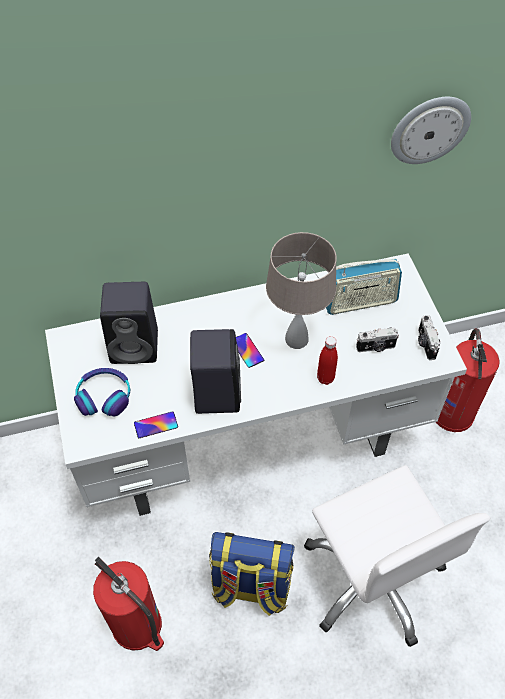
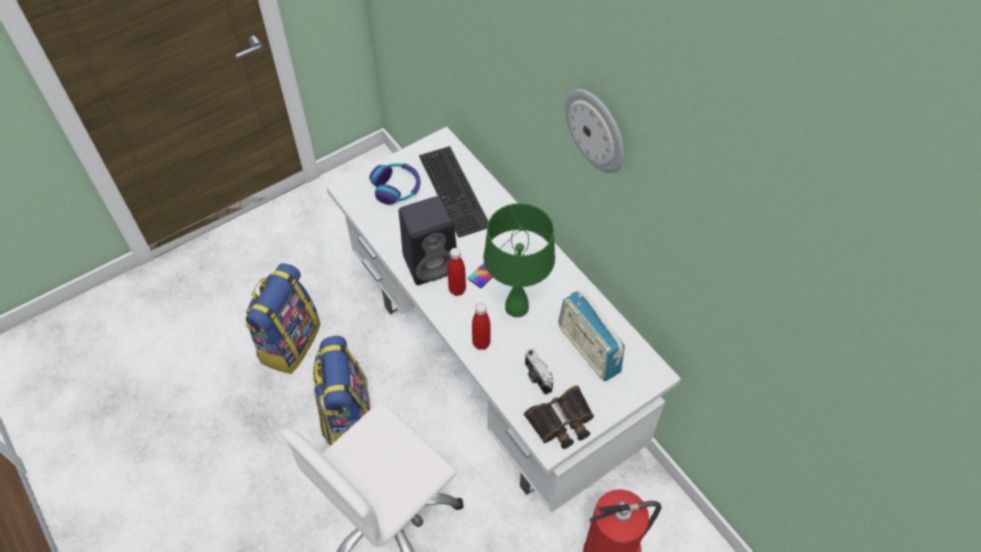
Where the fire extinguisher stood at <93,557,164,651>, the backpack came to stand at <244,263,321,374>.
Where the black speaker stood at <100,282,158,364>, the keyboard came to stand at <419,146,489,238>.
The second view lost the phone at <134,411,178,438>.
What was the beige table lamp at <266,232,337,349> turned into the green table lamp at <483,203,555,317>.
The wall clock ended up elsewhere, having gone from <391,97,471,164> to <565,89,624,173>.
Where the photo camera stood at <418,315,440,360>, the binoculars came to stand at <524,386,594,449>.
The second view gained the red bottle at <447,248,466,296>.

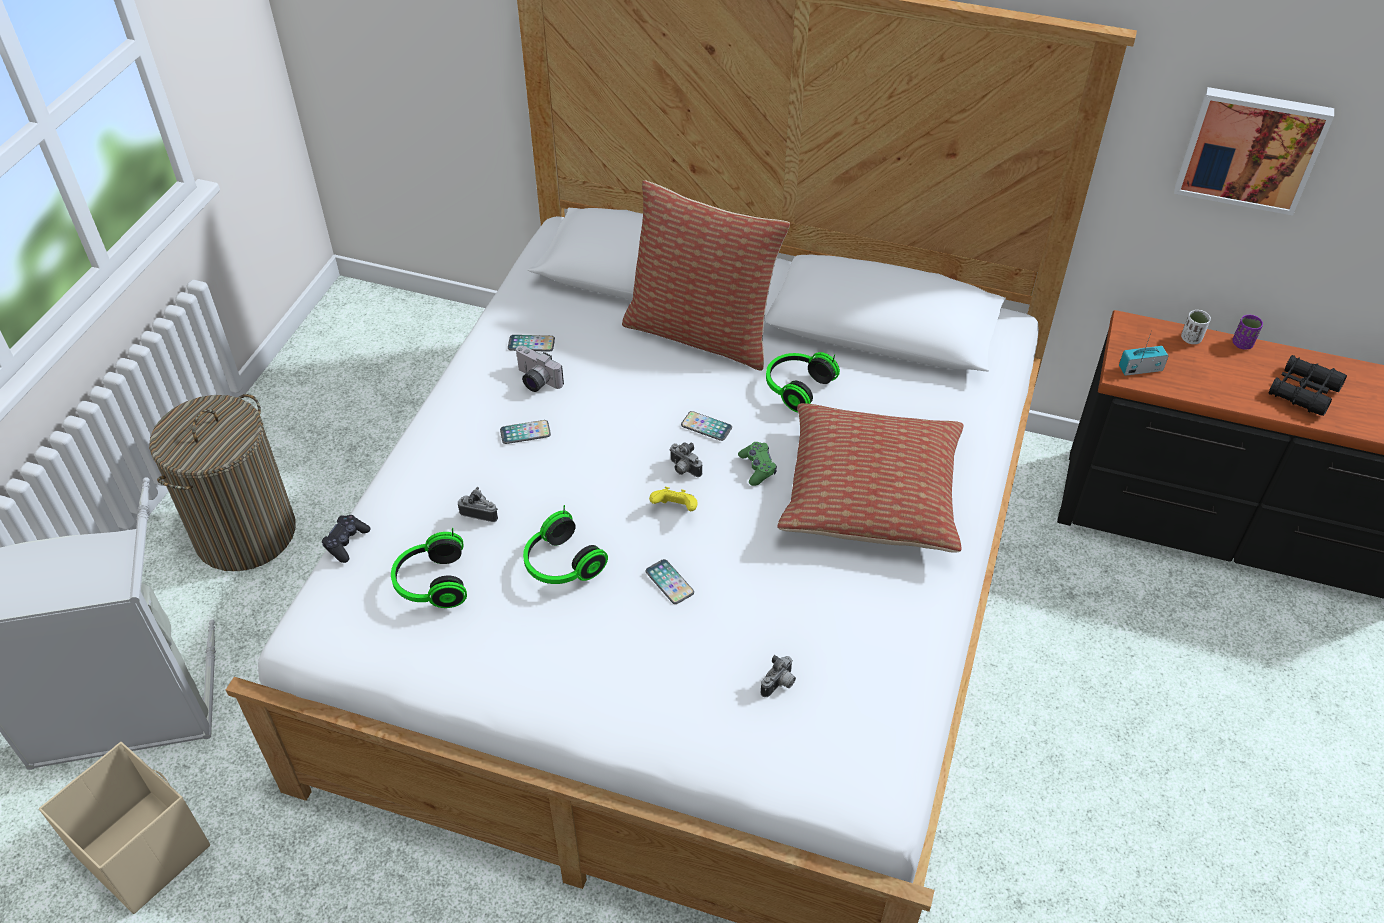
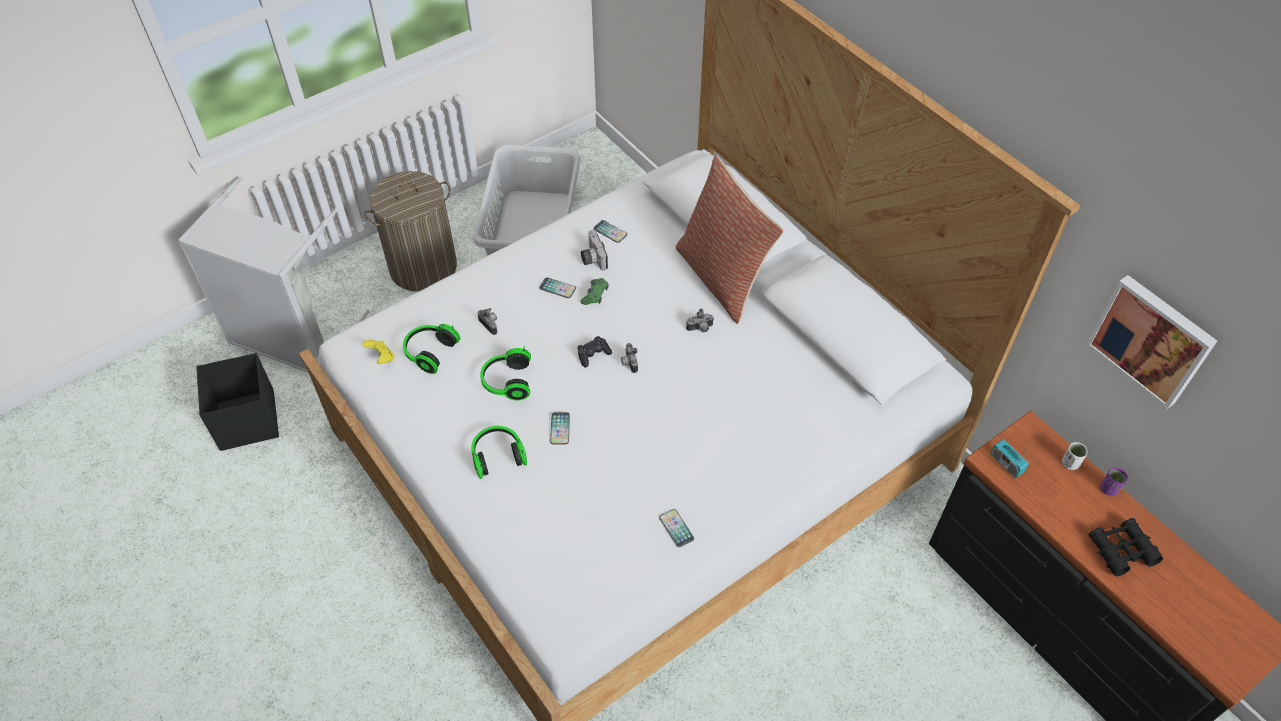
What was the beige storage box at <39,742,210,914> turned into the black storage box at <196,353,279,451>.
The black game controller ended up elsewhere, having gone from <322,515,371,563> to <578,336,612,367>.
The yellow game controller ended up elsewhere, having gone from <649,487,698,511> to <362,340,395,364>.
The phone ended up elsewhere, having gone from <681,411,732,441> to <659,509,694,547>.
The green game controller ended up elsewhere, having gone from <738,442,777,486> to <581,278,609,305>.
The photo camera ended up elsewhere, having gone from <761,655,796,697> to <686,308,714,332>.
The headphones ended up elsewhere, having gone from <766,352,840,412> to <471,426,527,479>.
The second view lost the pillow at <777,403,963,553>.
The radio at <1119,333,1169,376> ended up facing another way, 150 degrees counterclockwise from before.
The second view gained the grey laundry basket at <473,144,580,256>.

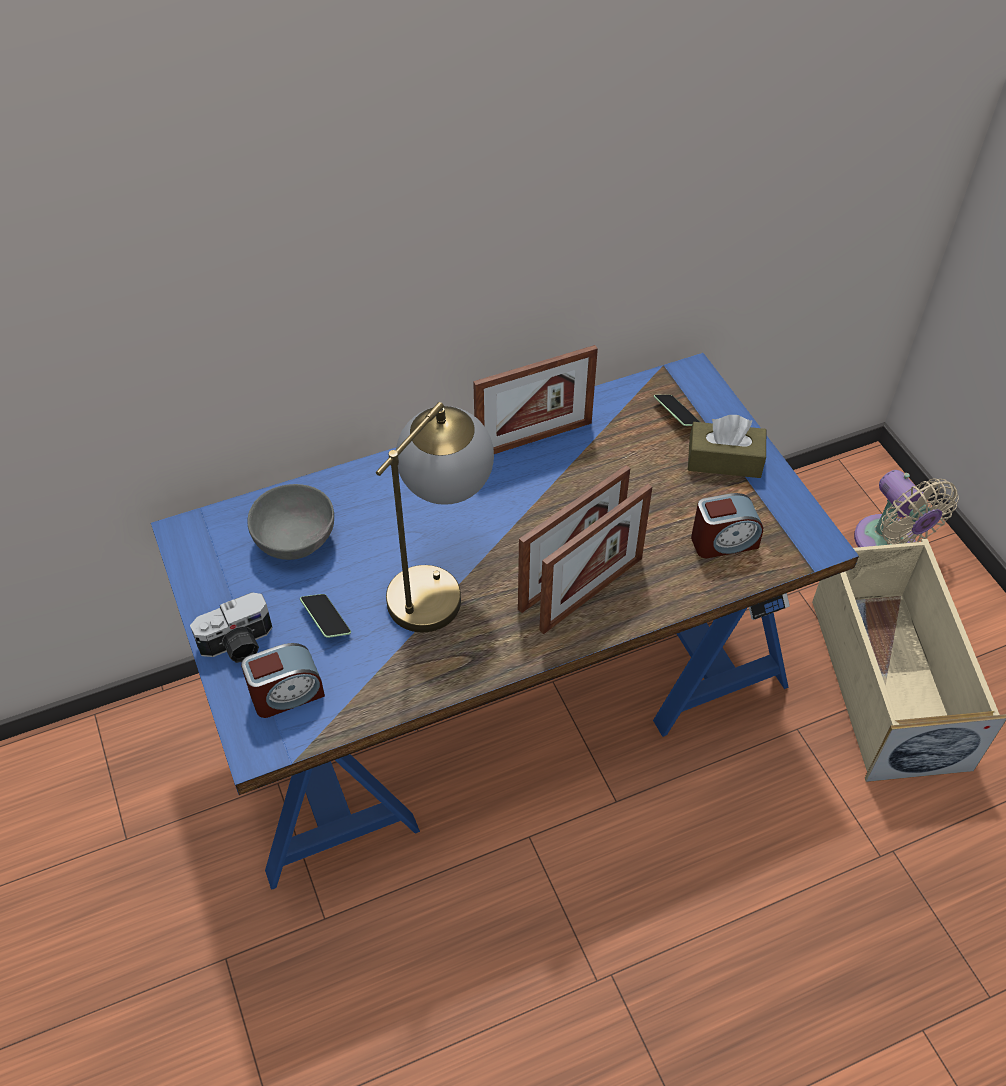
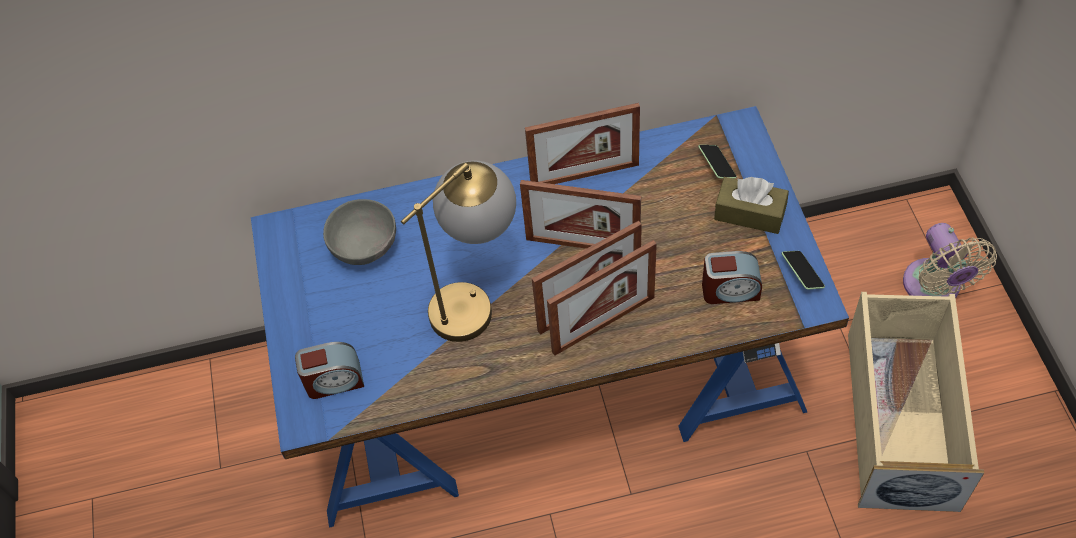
The second view lost the photo camera at <190,592,273,663>.
The phone ended up elsewhere, having gone from <300,594,351,638> to <782,251,825,289>.
The second view gained the picture frame at <520,180,641,249>.

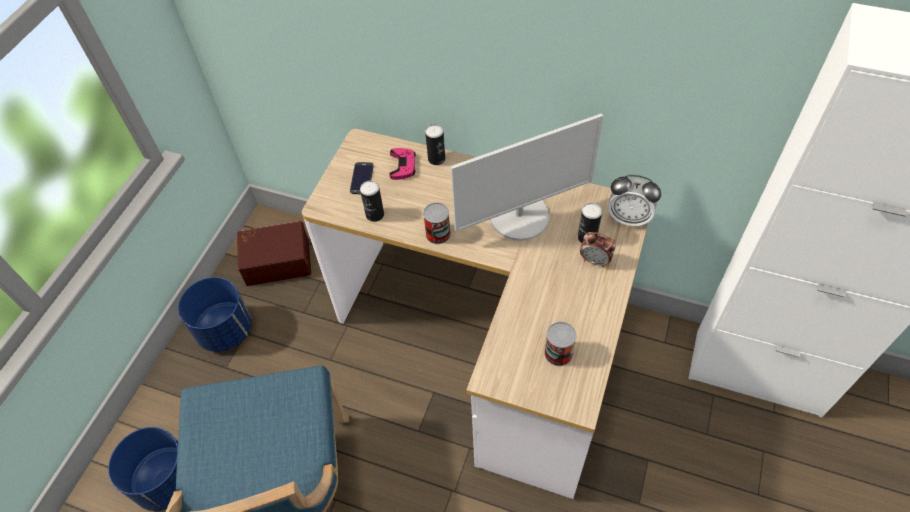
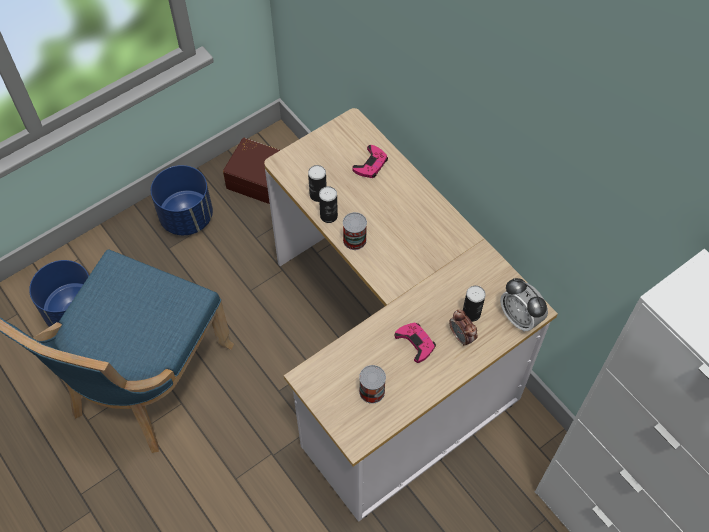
The second view lost the phone at <350,162,374,194>.
The can ended up elsewhere, having gone from <425,124,445,165> to <319,186,338,223>.
The second view lost the monitor at <451,114,603,241>.
The second view gained the pink game controller at <394,323,436,363>.

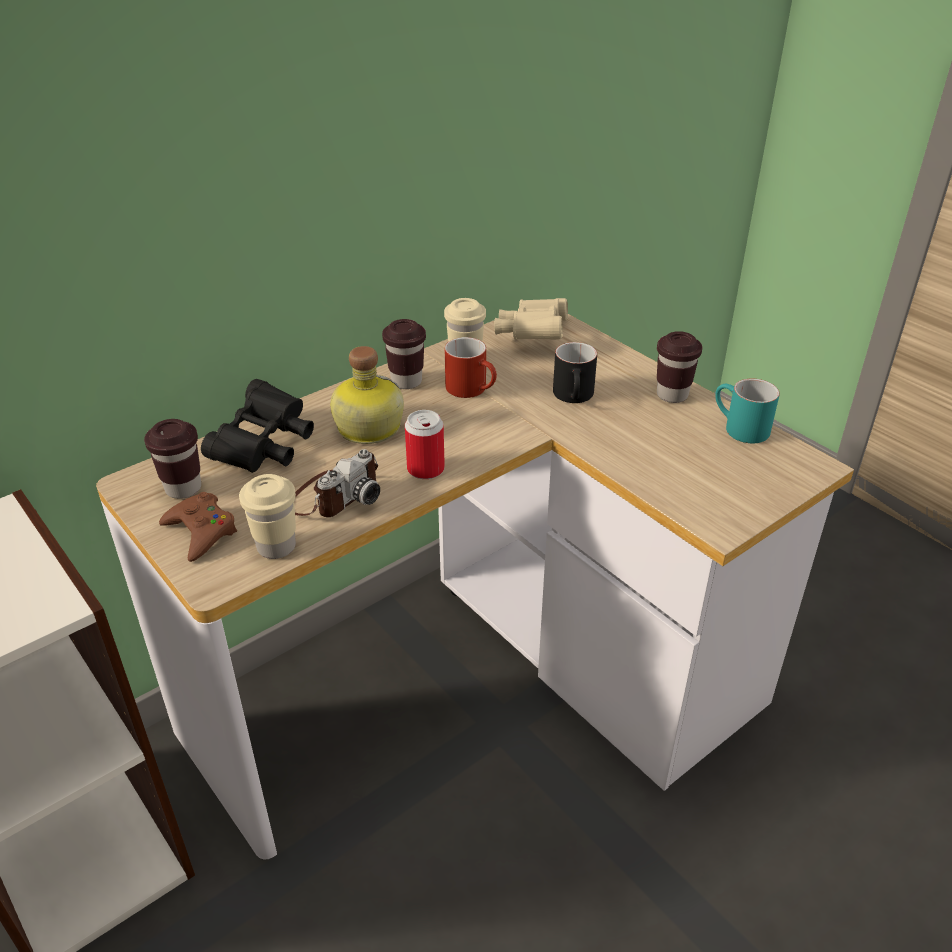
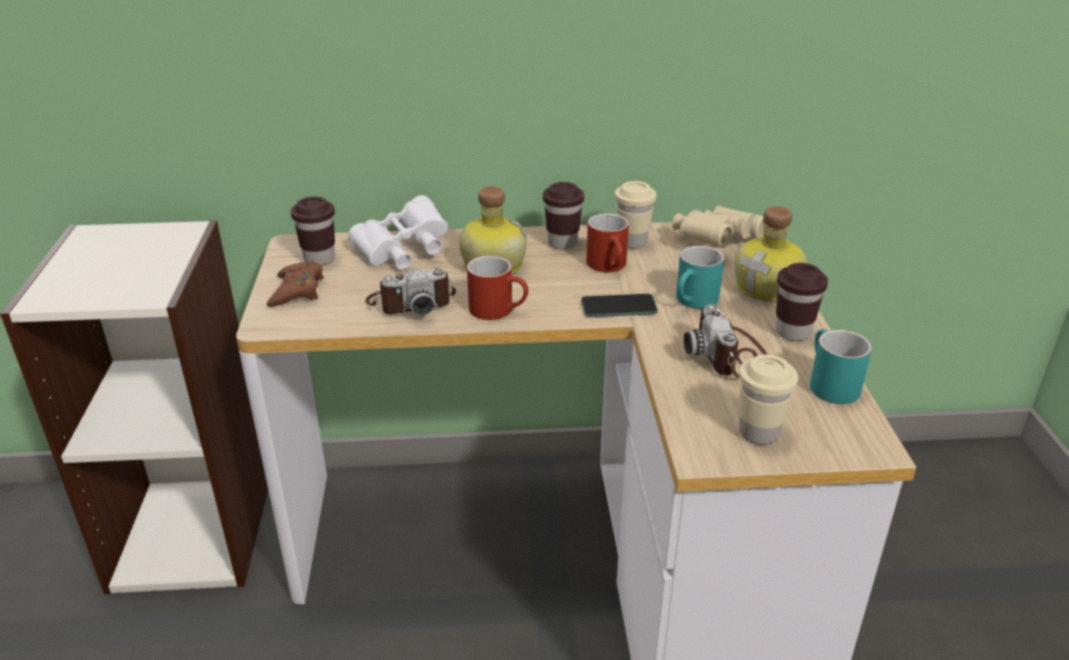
What was the black binoculars at <201,379,314,473> turned into the white binoculars at <348,195,448,270>.
The beige cup ended up elsewhere, having gone from <239,474,296,559> to <739,354,798,445>.
Where the can stood at <405,410,445,479>, the red mug came to stand at <467,256,528,320>.
What was the black mug at <553,342,597,403> turned into the turquoise mug at <676,246,724,309>.
The second view gained the phone at <581,294,658,317>.
The second view gained the photo camera at <684,304,767,378>.
The second view gained the bottle at <734,206,807,302>.

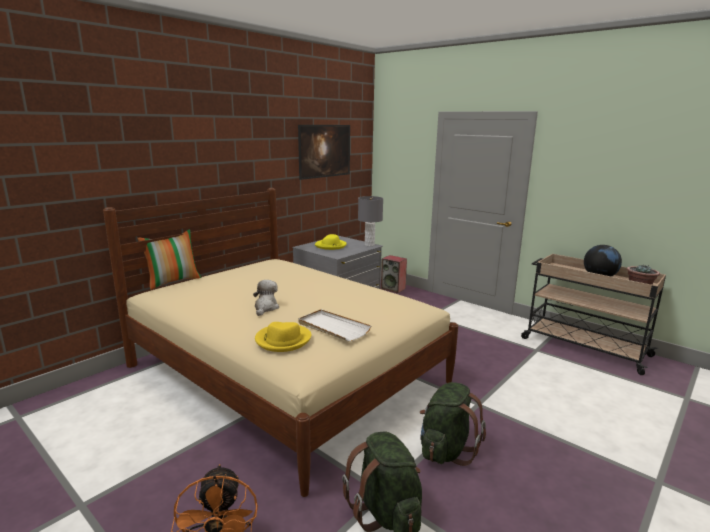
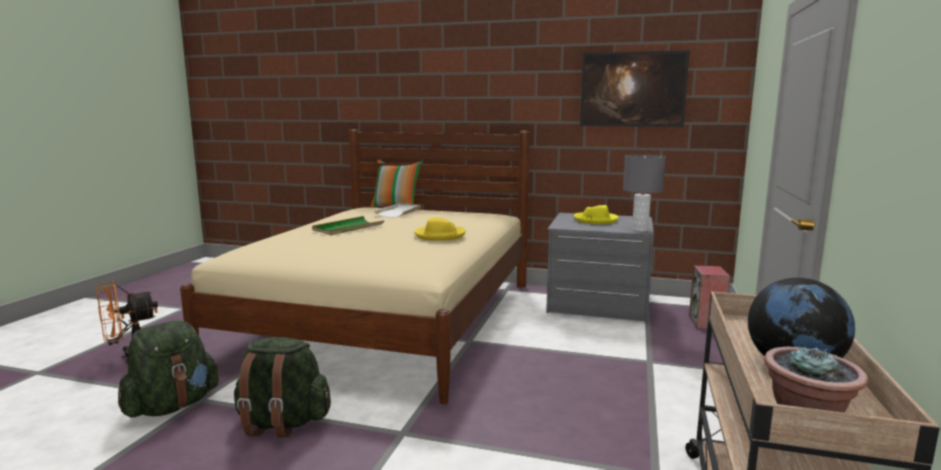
Where the plush toy stood at <253,280,279,316>, the green tray came to stand at <312,216,384,235>.
The yellow hat ended up elsewhere, having gone from <255,322,311,352> to <414,217,466,241>.
The white tray ended up elsewhere, having gone from <298,309,371,341> to <374,203,421,217>.

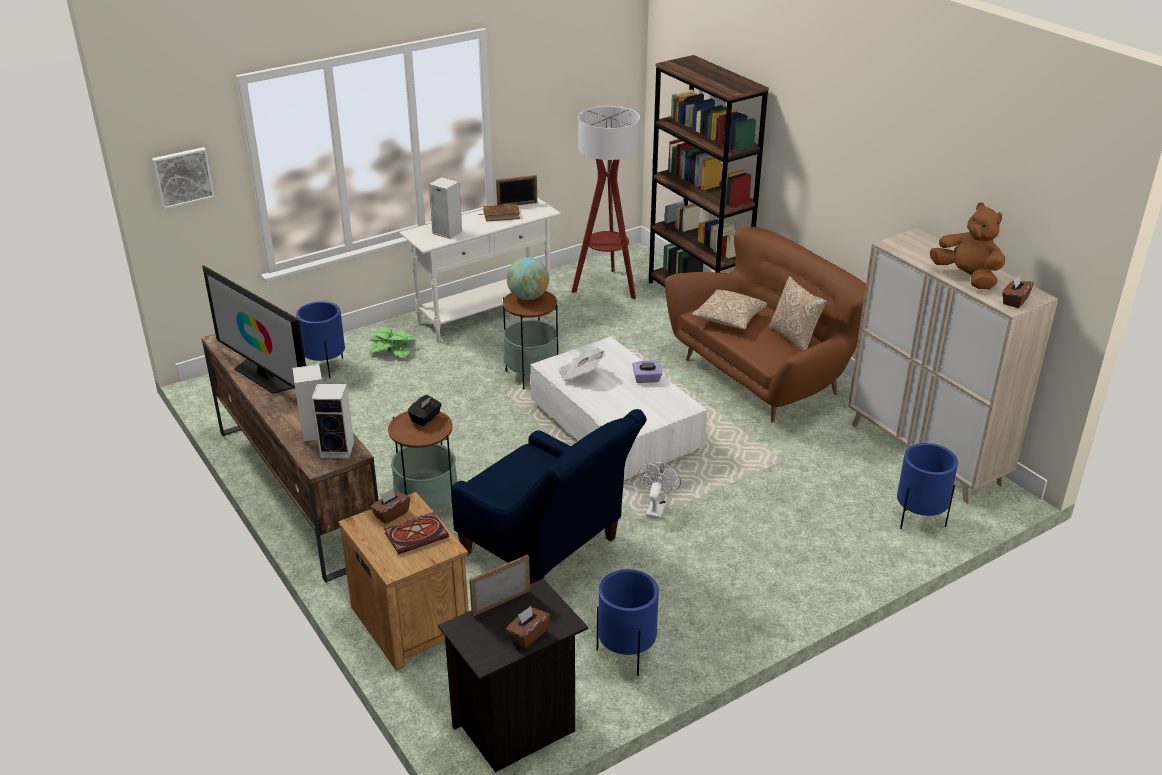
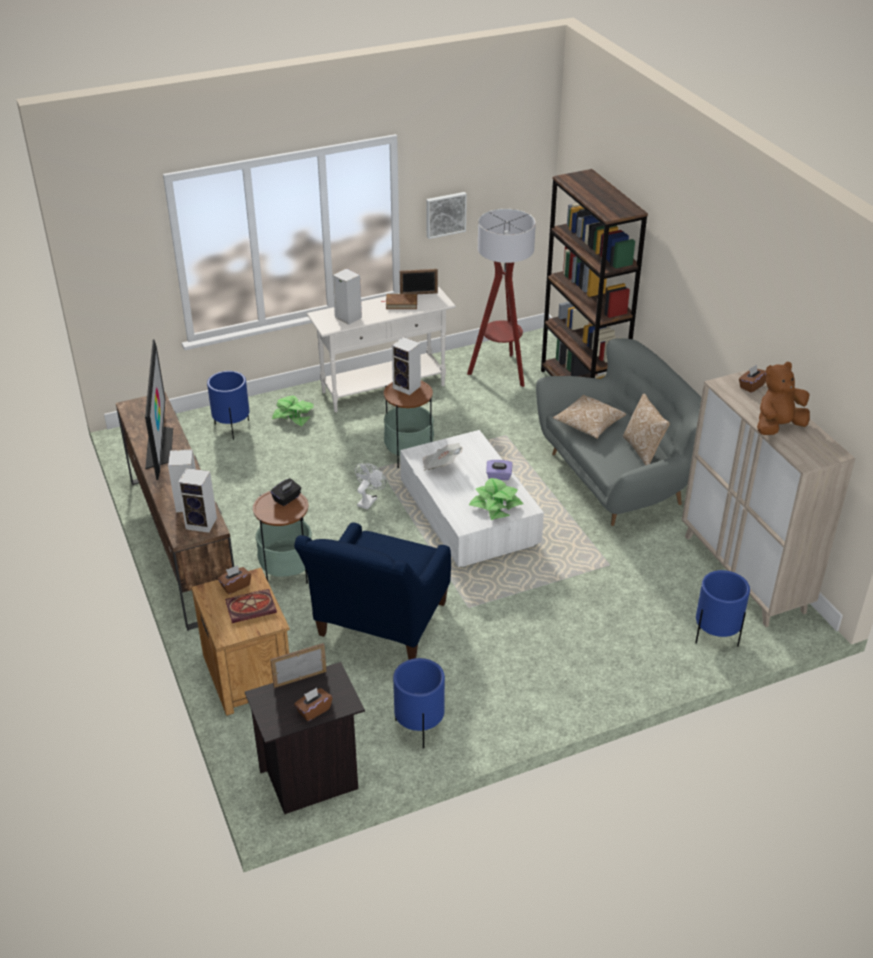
The picture ended up elsewhere, having gone from <152,147,215,209> to <426,192,467,239>.
The television at <202,265,306,394> ended up facing another way, 150 degrees counterclockwise from before.
The blue armchair at <451,409,647,584> ended up facing another way, 60 degrees clockwise from before.
Where the globe stood at <506,257,549,300>, the speaker came to stand at <392,337,421,395>.
The white fan ended up elsewhere, having gone from <638,462,681,519> to <355,463,386,509>.
What was the brown sofa at <665,227,866,423> turned into the grey sofa at <536,338,702,526>.
The brown plush toy at <930,202,1005,289> ended up facing another way, 90 degrees counterclockwise from before.
The brown tissue box ended up elsewhere, having gone from <1002,275,1034,308> to <739,365,767,393>.
The second view gained the potted plant at <469,478,523,520>.

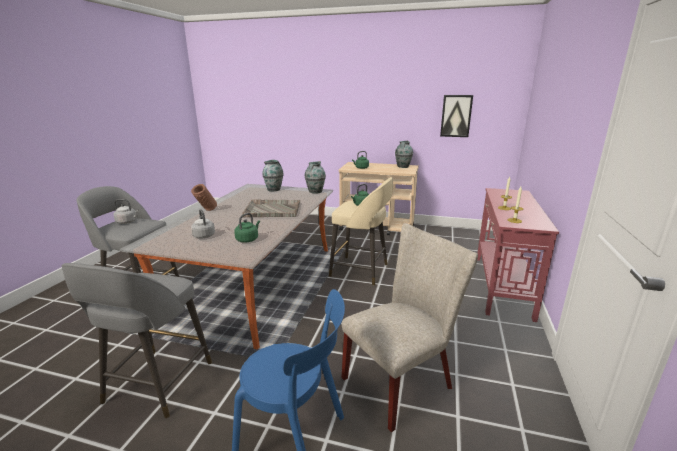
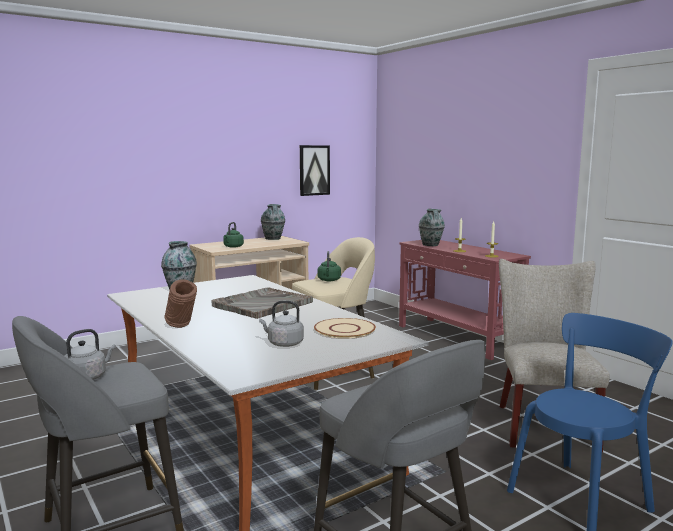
Where the green kettle stood at <234,213,260,243>, the beige plate came to stand at <314,318,376,339>.
The vase ended up elsewhere, having gone from <305,161,326,193> to <419,209,445,246>.

